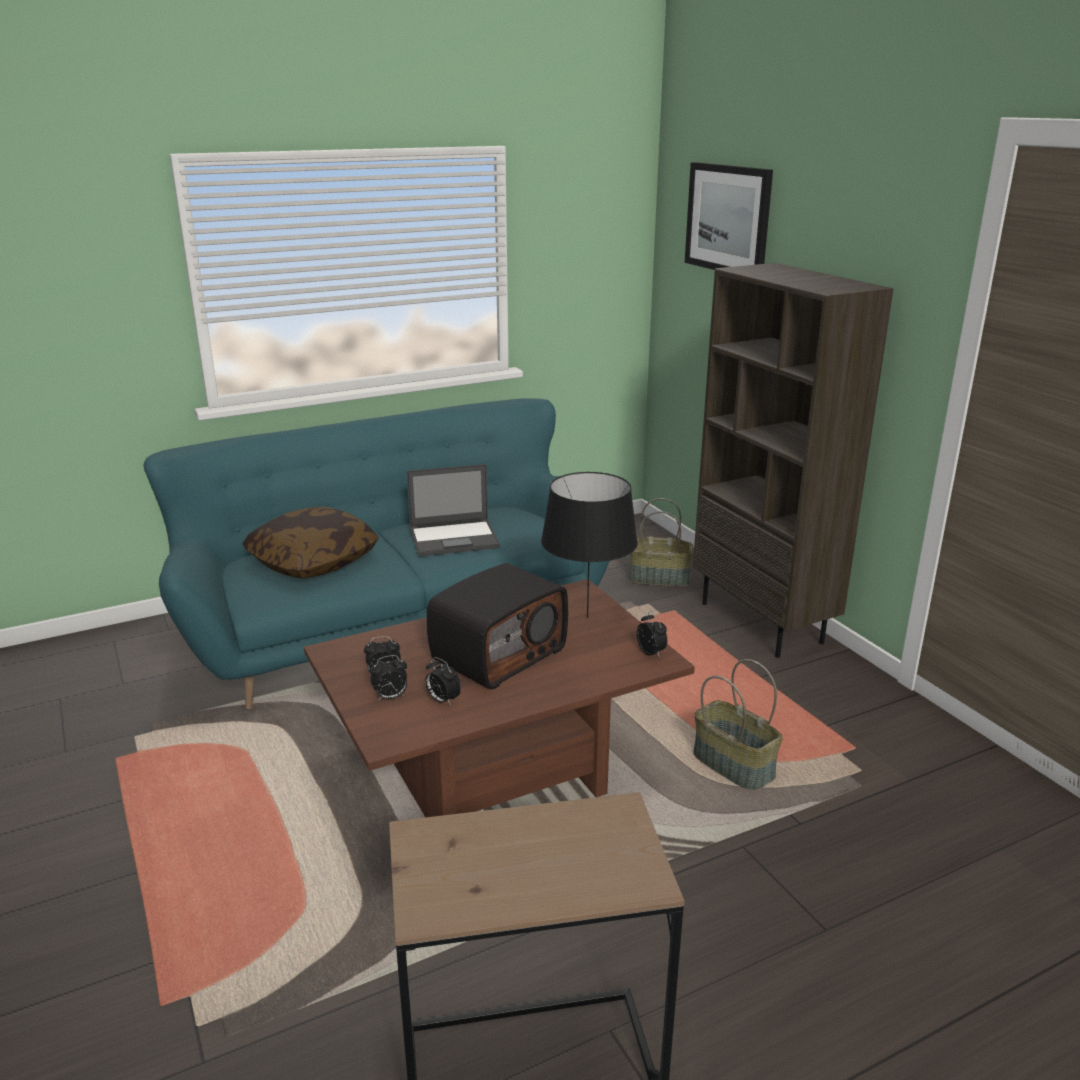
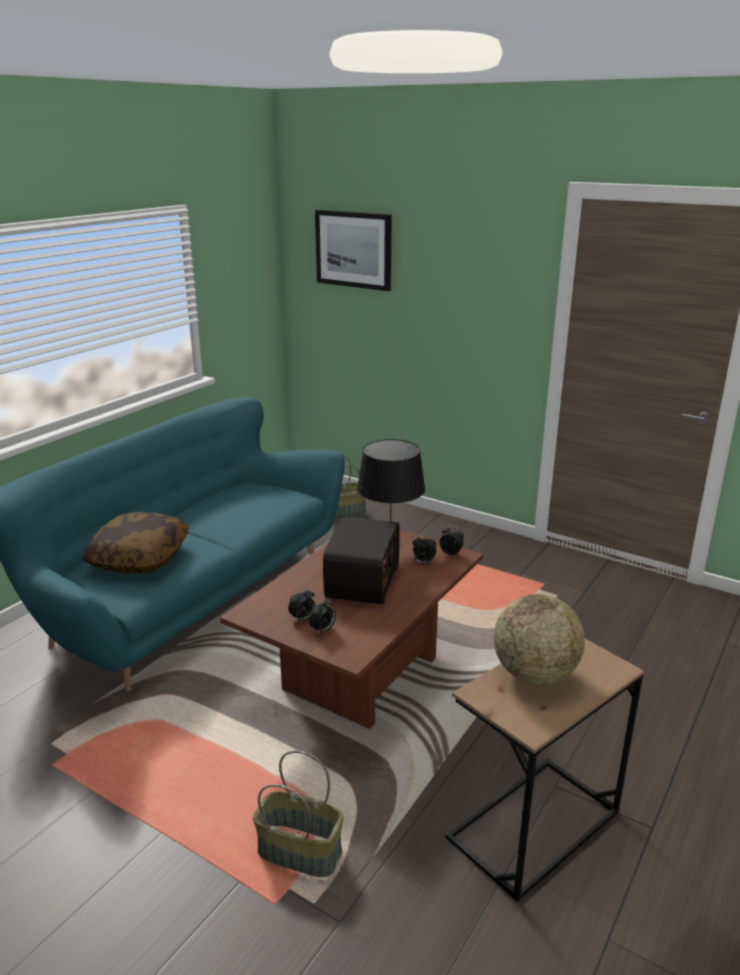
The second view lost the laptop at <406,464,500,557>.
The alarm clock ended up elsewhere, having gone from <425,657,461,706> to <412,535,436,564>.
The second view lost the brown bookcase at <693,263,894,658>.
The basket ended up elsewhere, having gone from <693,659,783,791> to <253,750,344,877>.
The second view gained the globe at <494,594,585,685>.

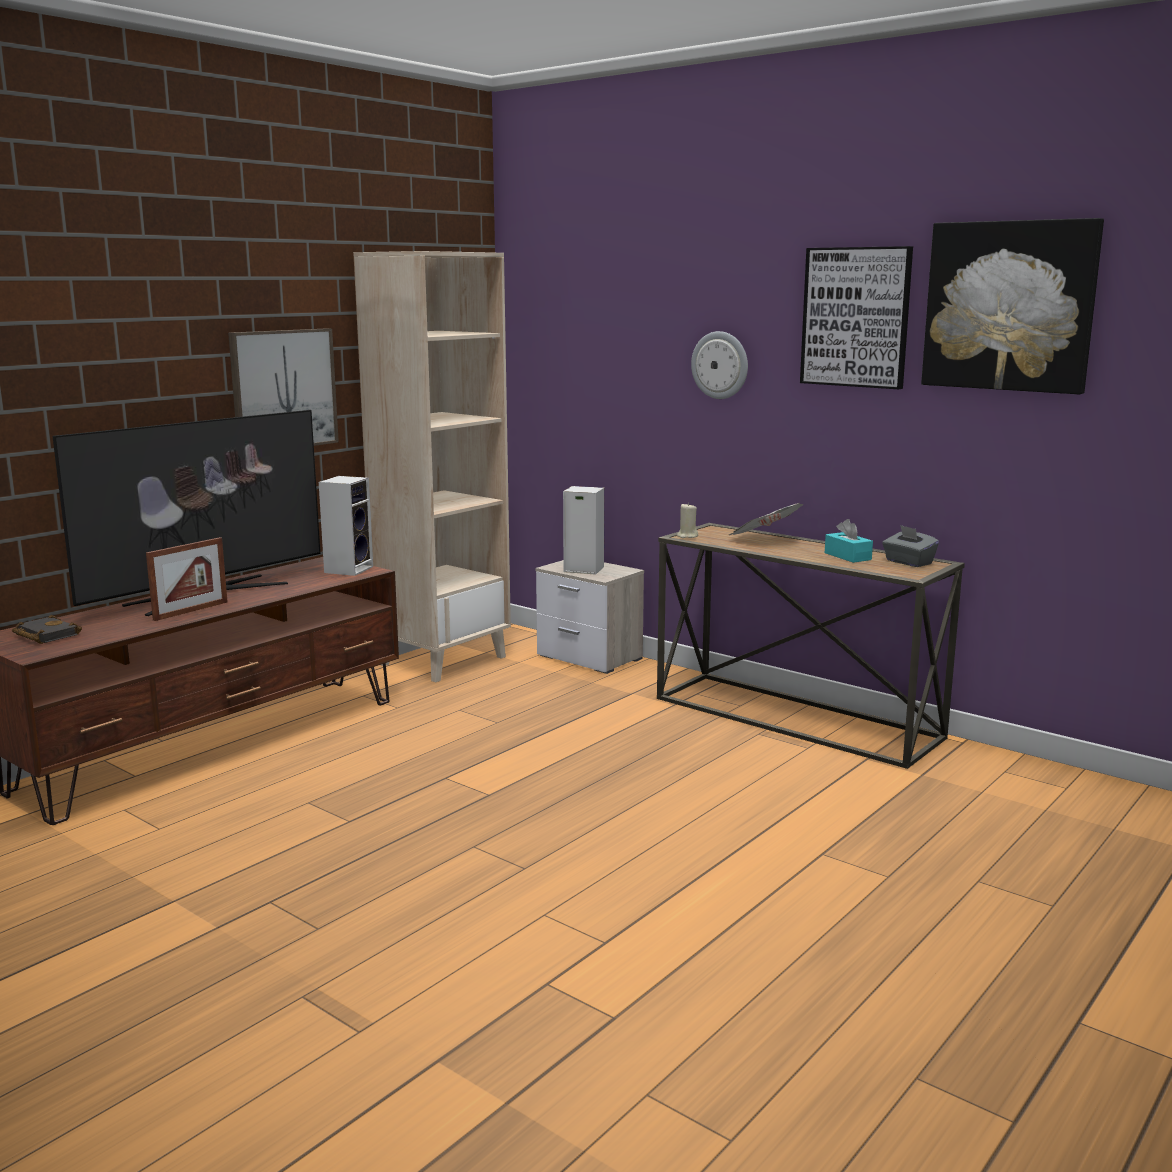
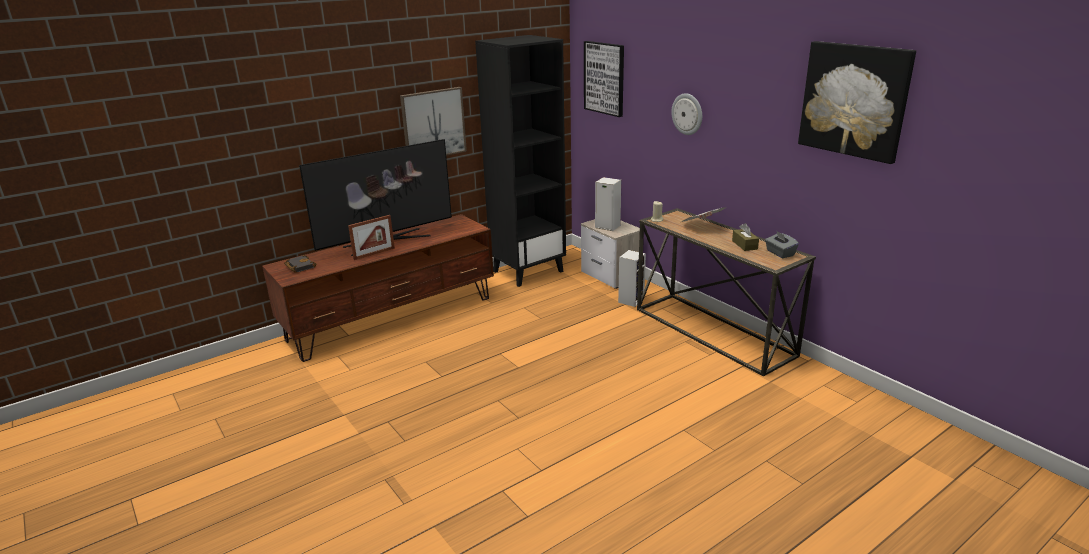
The speaker ended up elsewhere, having gone from <319,476,373,576> to <618,250,646,307>.
What was the beige bookcase at <353,251,511,682> turned into the black bookcase at <475,35,566,287>.
The picture ended up elsewhere, having gone from <800,246,913,389> to <584,41,624,117>.
What was the turquoise tissue box at <825,519,873,563> turned into the brown tissue box at <732,223,759,251>.

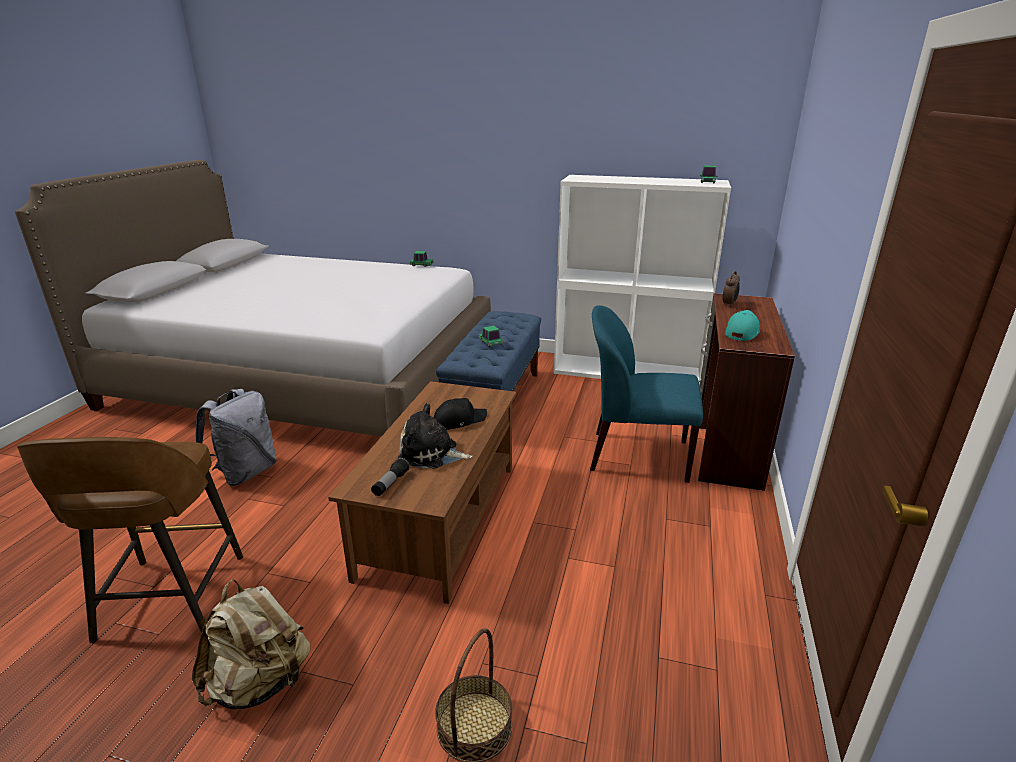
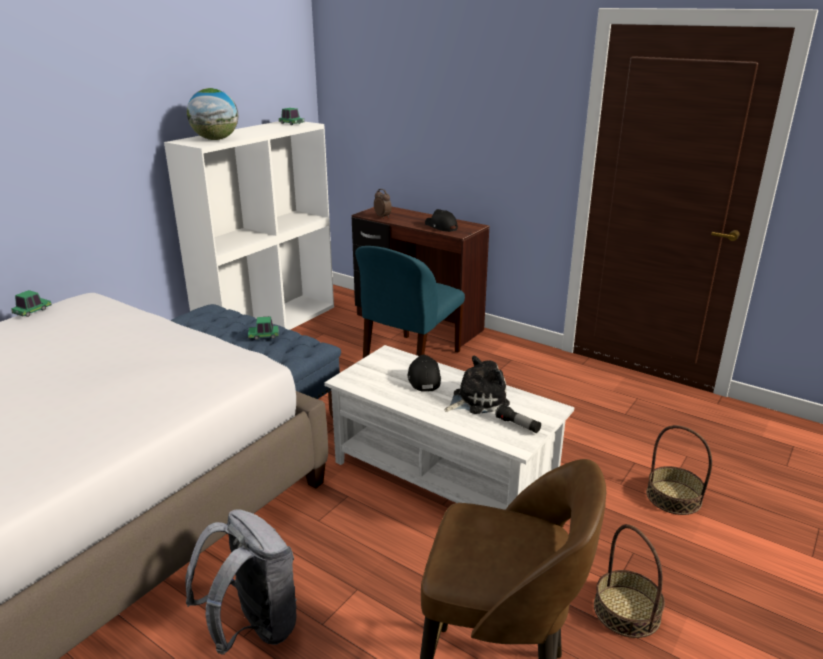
Where the beige backpack stood at <192,579,310,709>, the basket came to stand at <594,524,665,638>.
What was the brown coffee table at <328,381,516,604> turned into the white coffee table at <324,345,574,510>.
The plush toy at <398,403,473,469> ended up facing another way, 150 degrees counterclockwise from before.
What was the turquoise cap at <725,310,760,341> turned into the black cap at <425,209,458,232>.
The second view gained the globe at <187,88,238,140>.

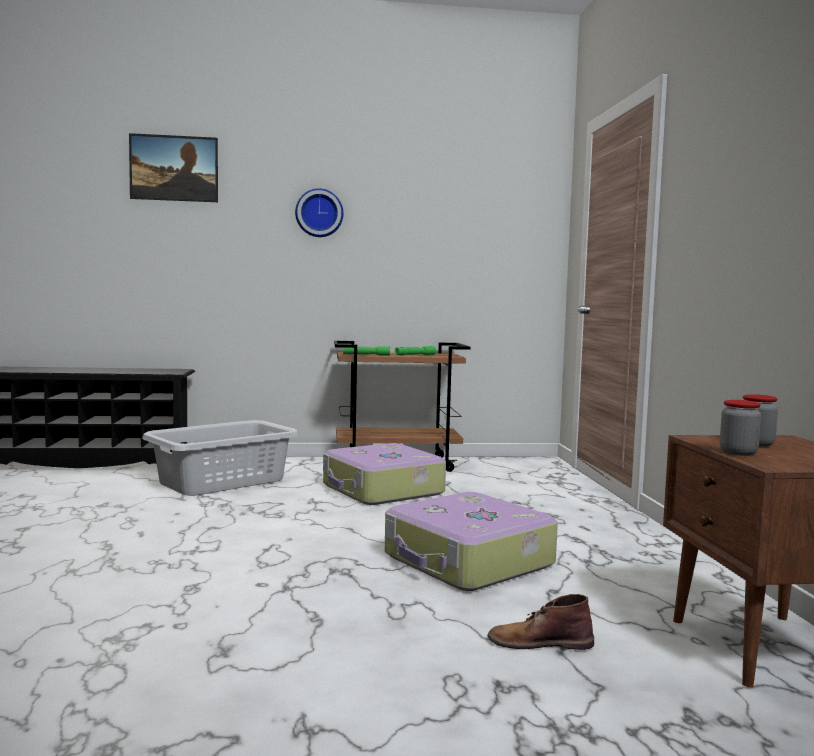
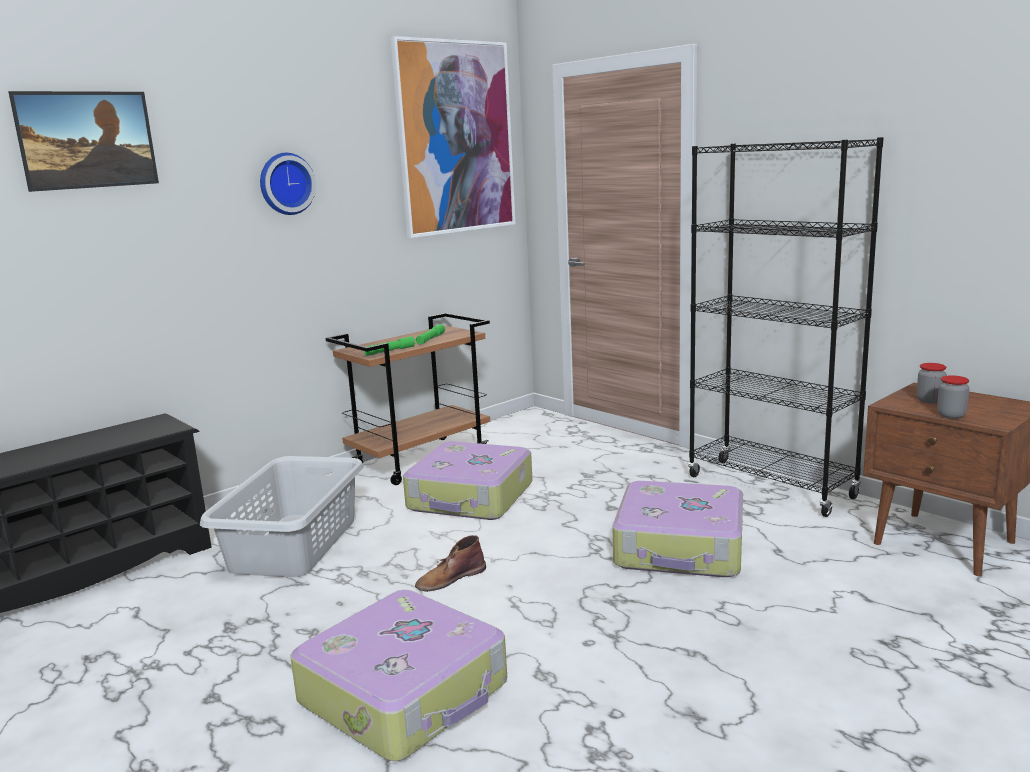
The brown boot ended up elsewhere, having gone from <488,594,594,650> to <415,535,486,592>.
The second view gained the suitcase at <290,590,507,761>.
The second view gained the picture at <390,36,515,238>.
The second view gained the black bookcase at <688,137,884,517>.

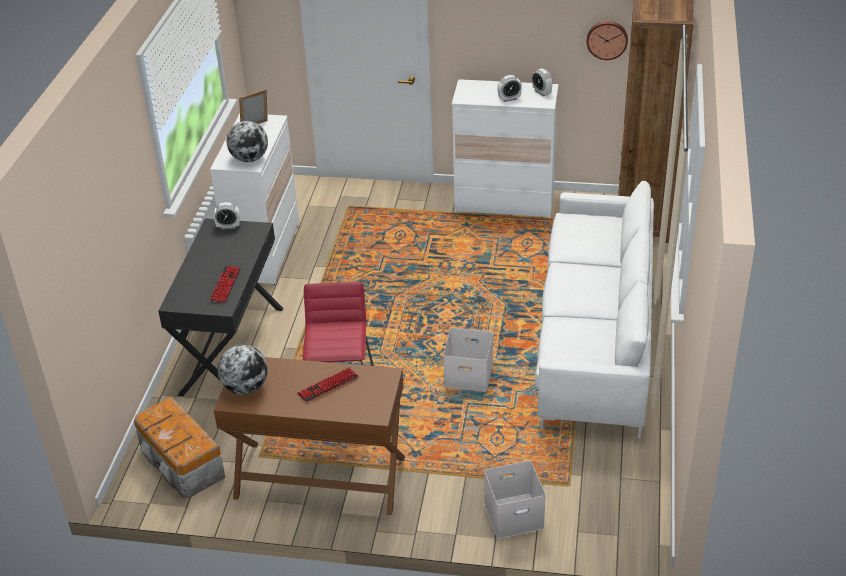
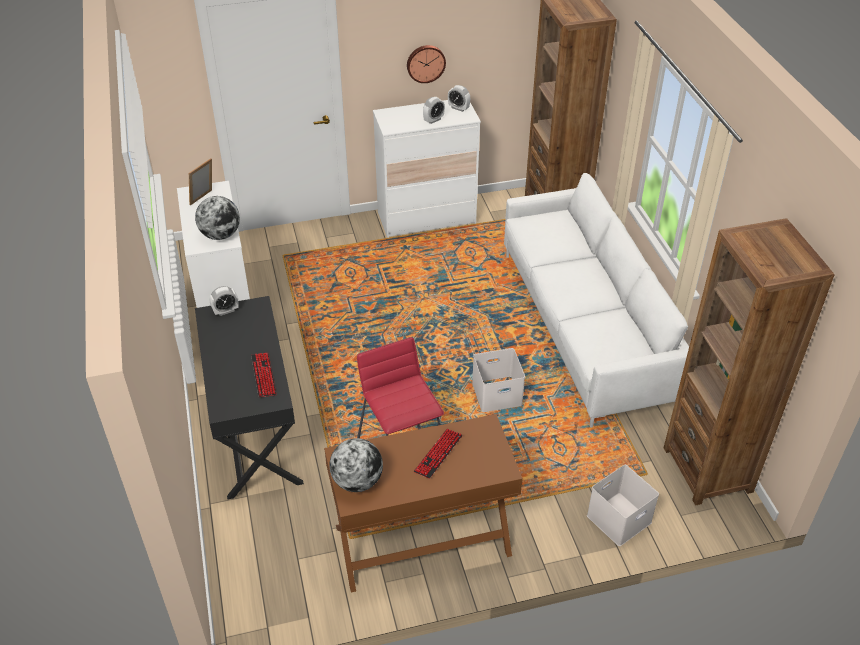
The second view lost the storage box at <134,397,225,498>.
The wall clock ended up elsewhere, having gone from <587,21,628,60> to <407,45,446,83>.
The second view gained the brown bookcase at <664,218,835,506>.

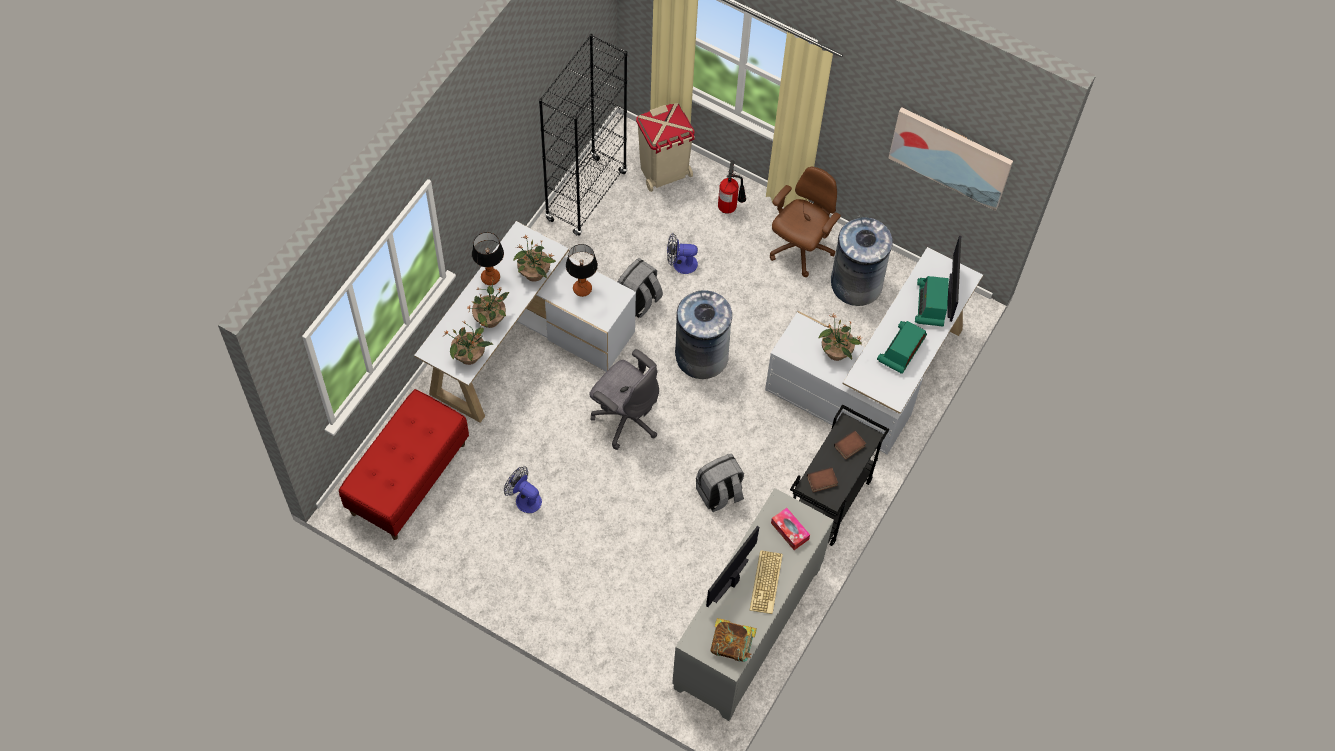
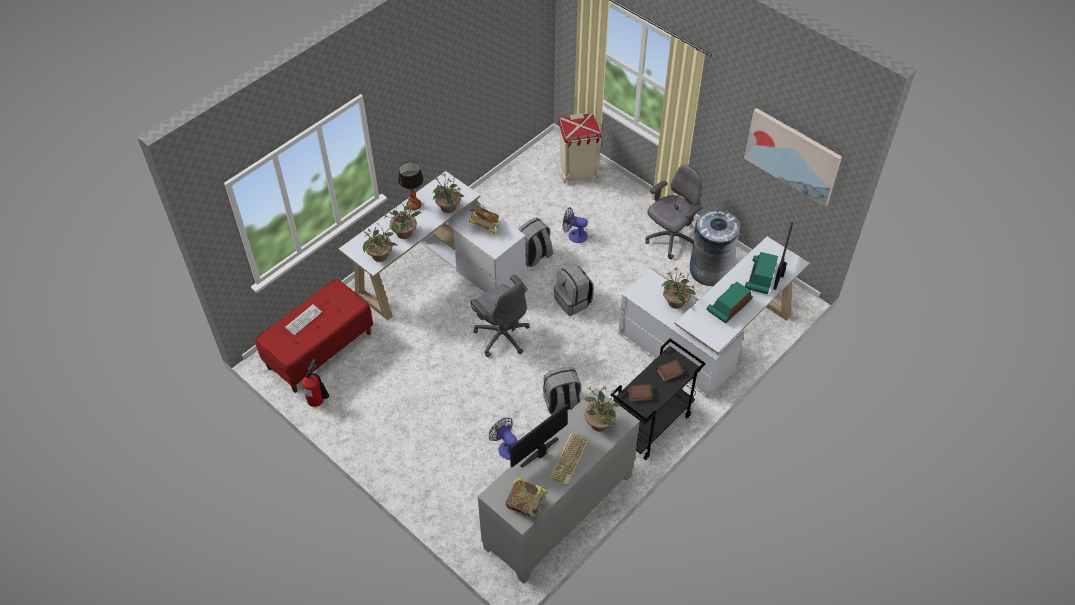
The fan ended up elsewhere, having gone from <504,466,542,513> to <489,418,518,460>.
The second view lost the black bookcase at <539,34,627,236>.
Where the table lamp stood at <566,244,598,297>, the book came to stand at <469,205,499,233>.
Where the grey trash can stood at <675,289,732,379>, the grey backpack came to stand at <554,264,594,316>.
The fire extinguisher ended up elsewhere, having gone from <718,160,746,214> to <302,359,329,407>.
What was the brown office chair at <770,167,841,277> turned into the grey office chair at <645,165,703,260>.
Where the tissue box stood at <771,508,810,550>, the potted plant came to stand at <583,386,620,432>.
The second view gained the keyboard at <285,304,322,335>.

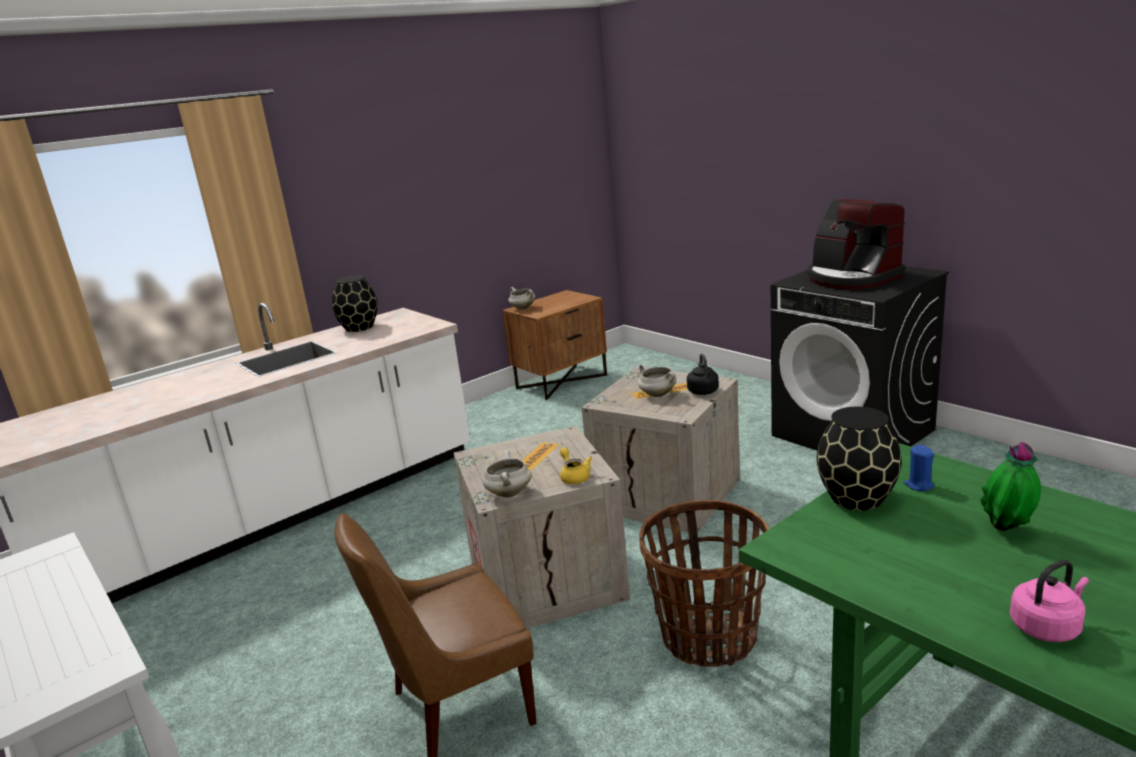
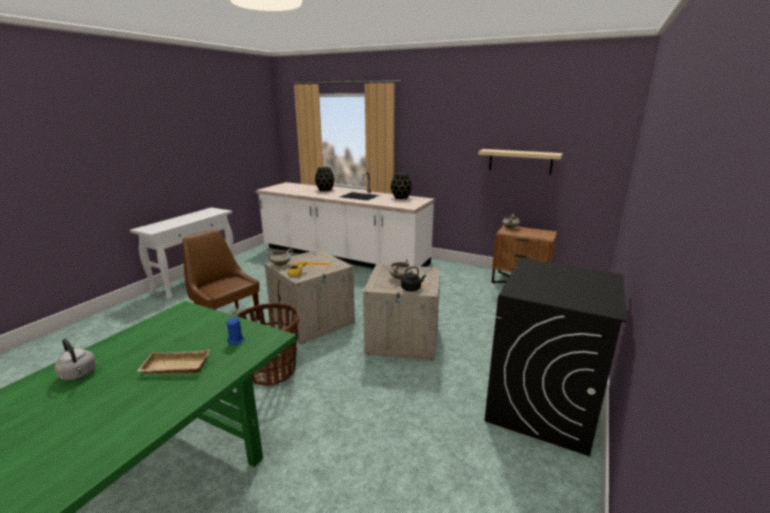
The second view lost the coffee machine at <807,199,905,289>.
The black vase ended up elsewhere, having gone from <817,407,902,511> to <315,167,335,191>.
Where the potted plant stood at <980,442,1041,531>, the beige tray came to stand at <137,349,210,374>.
What was the pink kettle at <1010,560,1089,642> turned into the grey kettle at <55,338,96,381>.
The second view gained the beige shelf at <478,149,563,175>.

